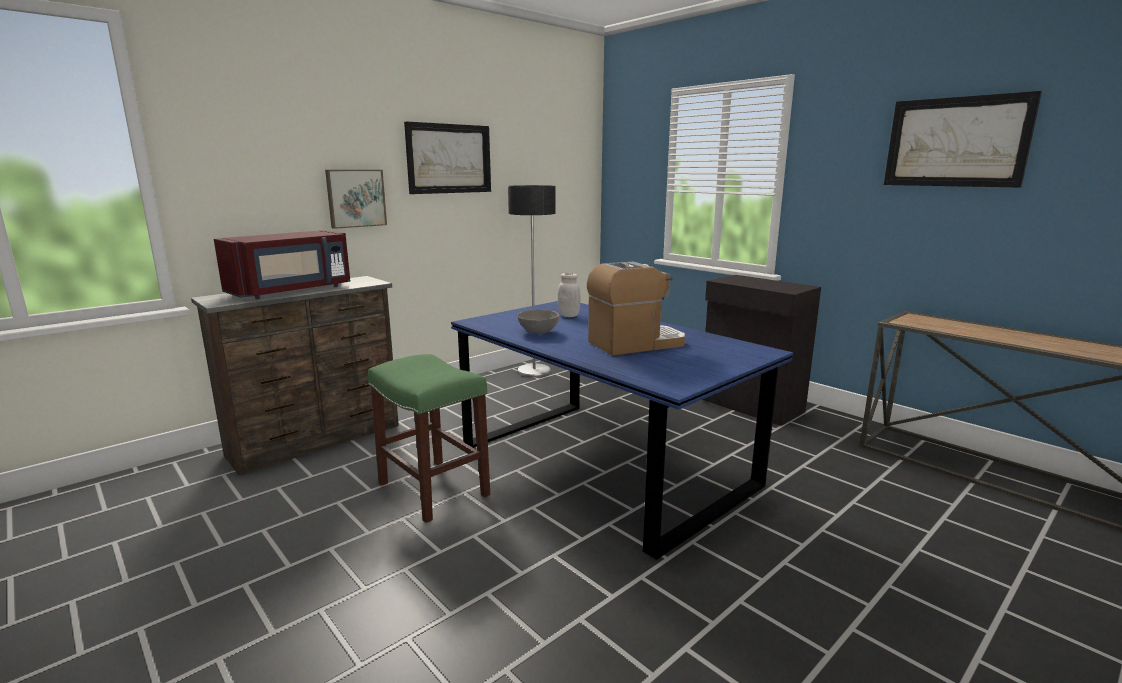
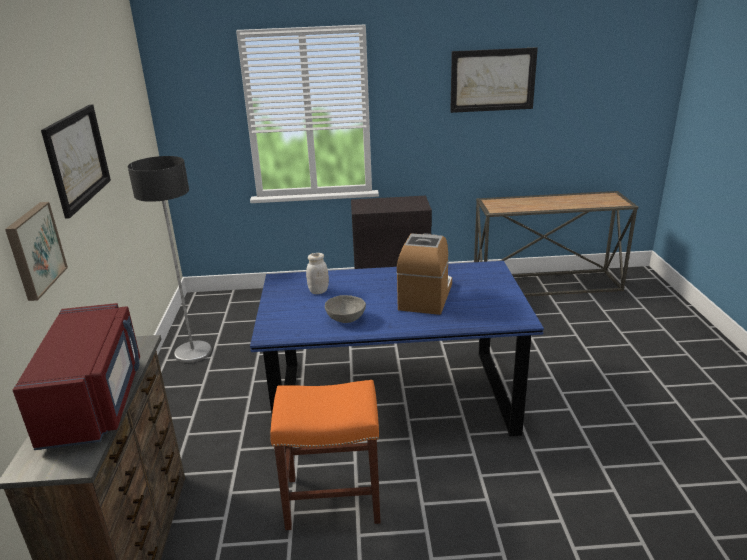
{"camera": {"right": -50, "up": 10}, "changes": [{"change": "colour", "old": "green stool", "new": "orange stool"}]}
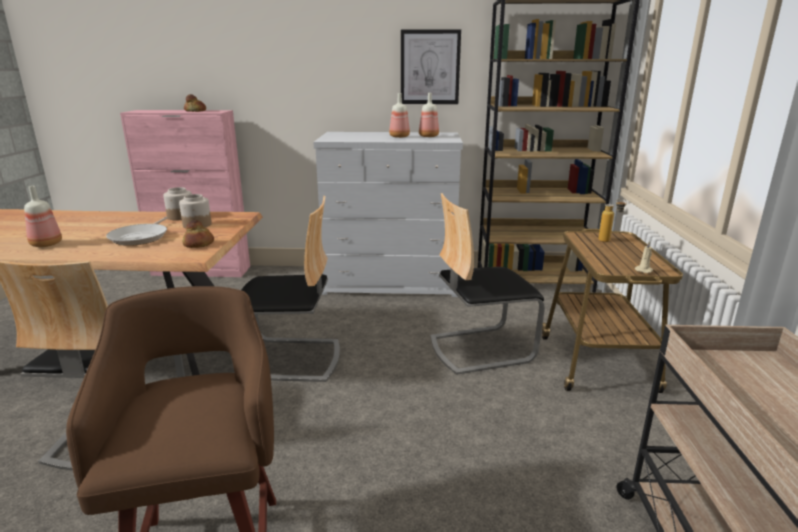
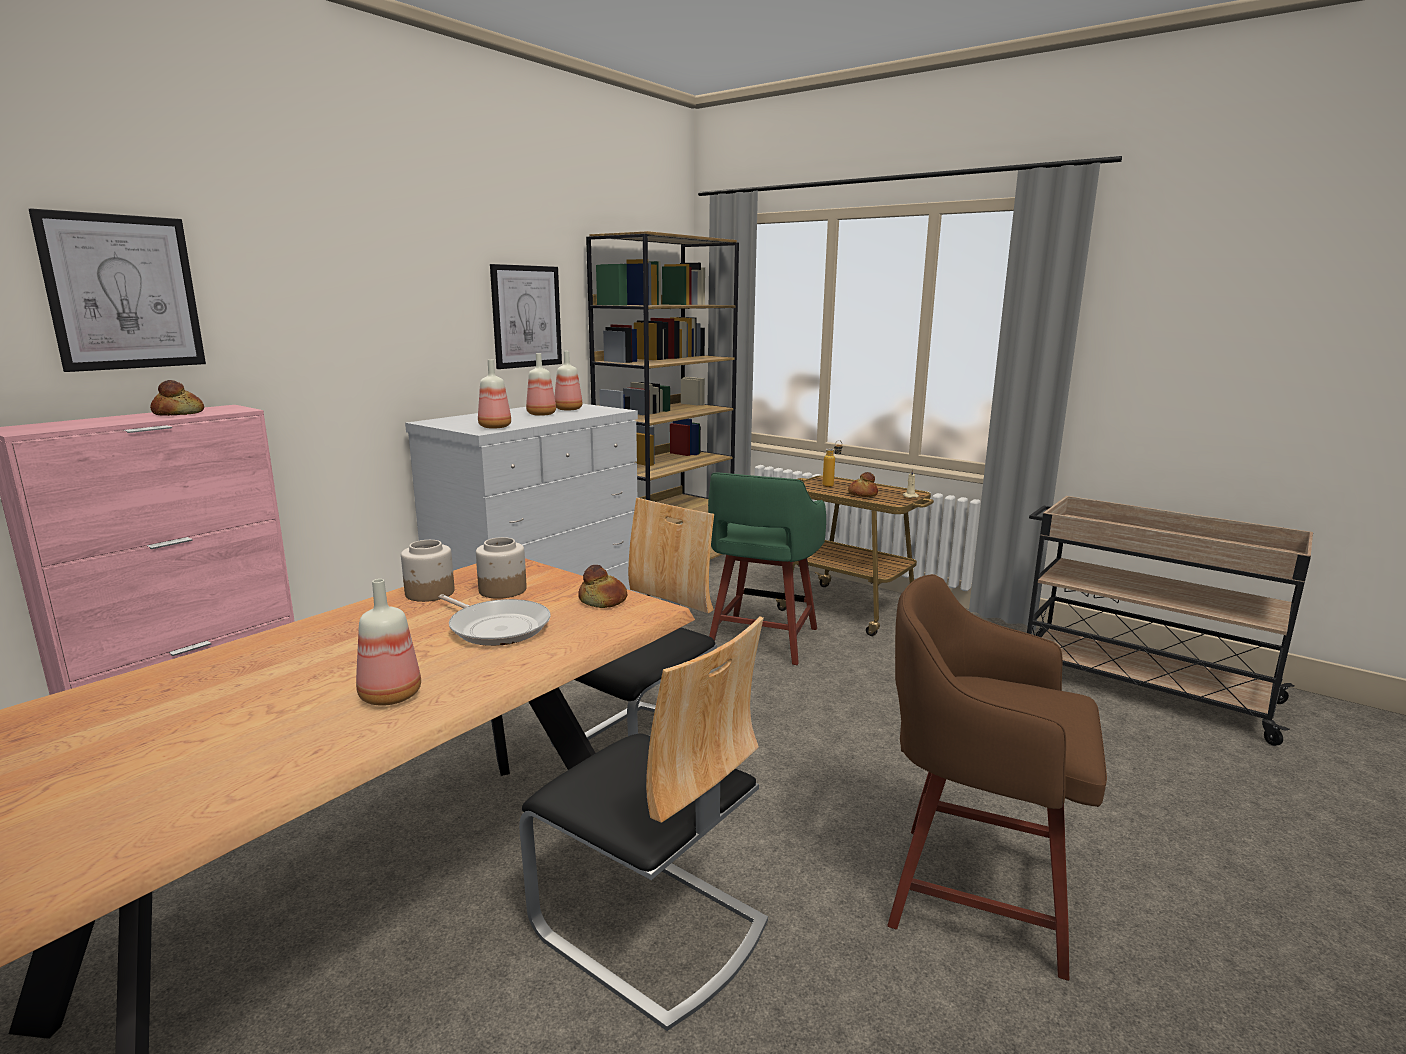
{"camera": {"right": -55, "up": -5}, "changes": [{"change": "exchanged", "old": "chair (no. 3 from left)", "new": "green stool"}, {"change": "appeared", "new": "picture (no. 1 from left)"}, {"change": "appeared", "new": "drink bottle (no. 2 from left)"}, {"change": "appeared", "new": "bakery bread (no. 3 from left)"}]}
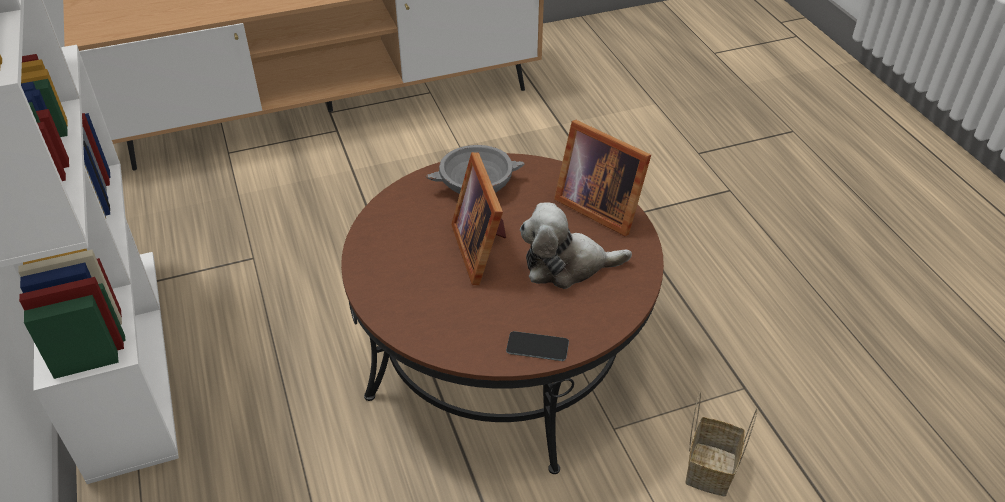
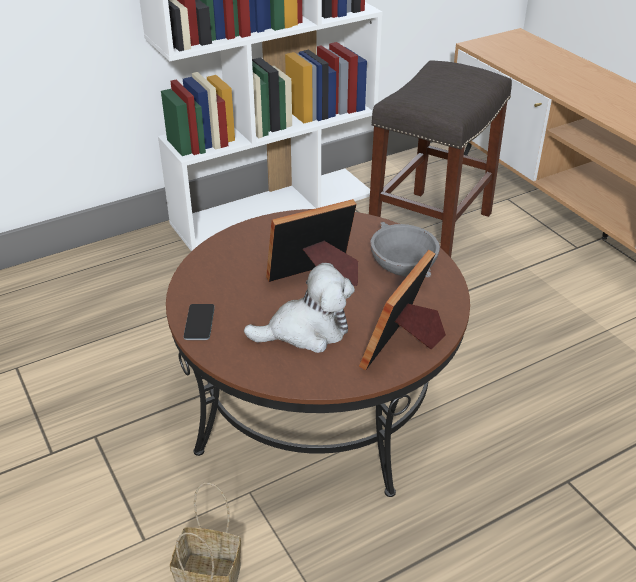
{"camera": {"right": 80, "up": -5}, "changes": [{"change": "spun", "old": "soft toy", "degrees": 90}, {"change": "appeared", "new": "grey stool"}]}
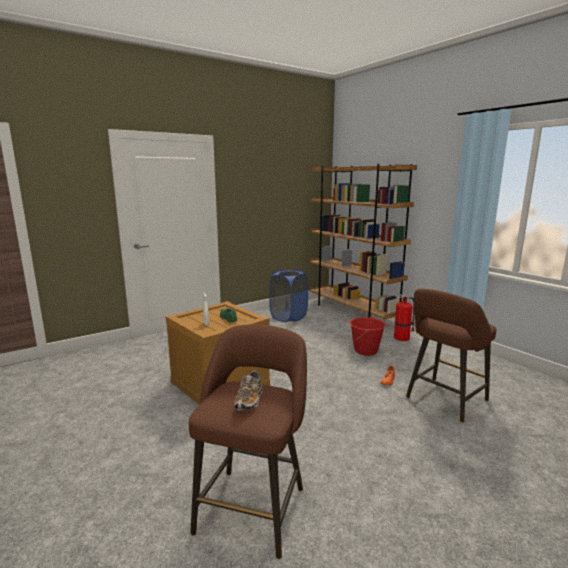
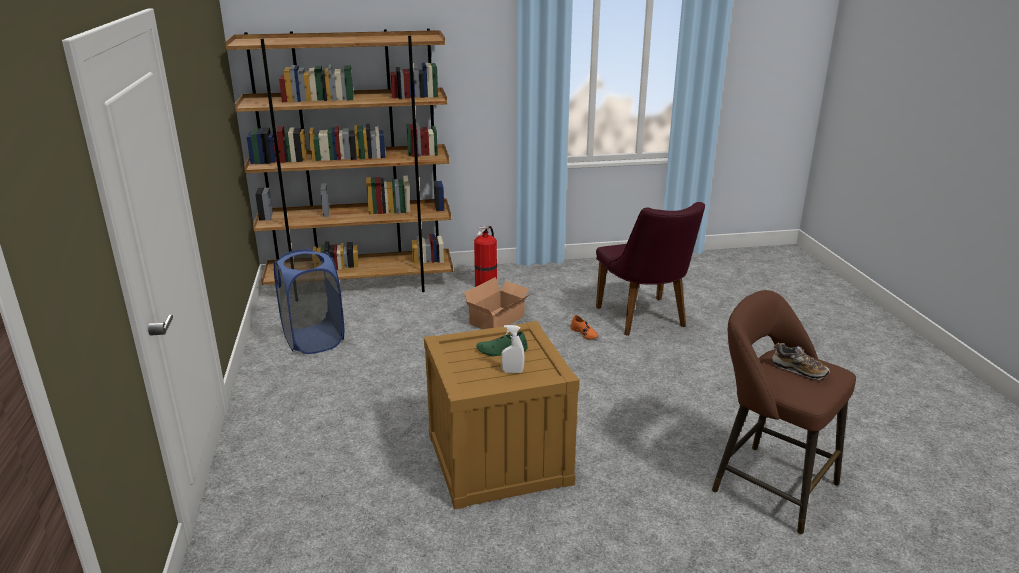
{"camera": {"right": -65, "up": 10}, "changes": [{"change": "exchanged", "old": "red-coloured water bucket", "new": "cardboard box"}, {"change": "exchanged", "old": "brownish stool (no. 2 from left)", "new": "purple chair"}]}
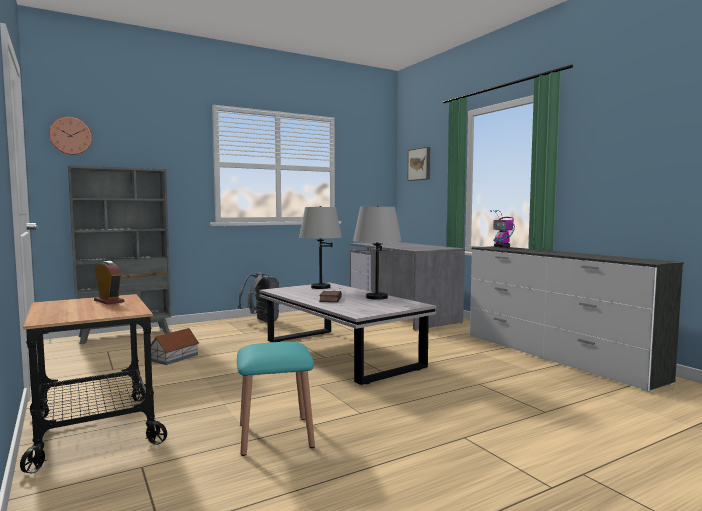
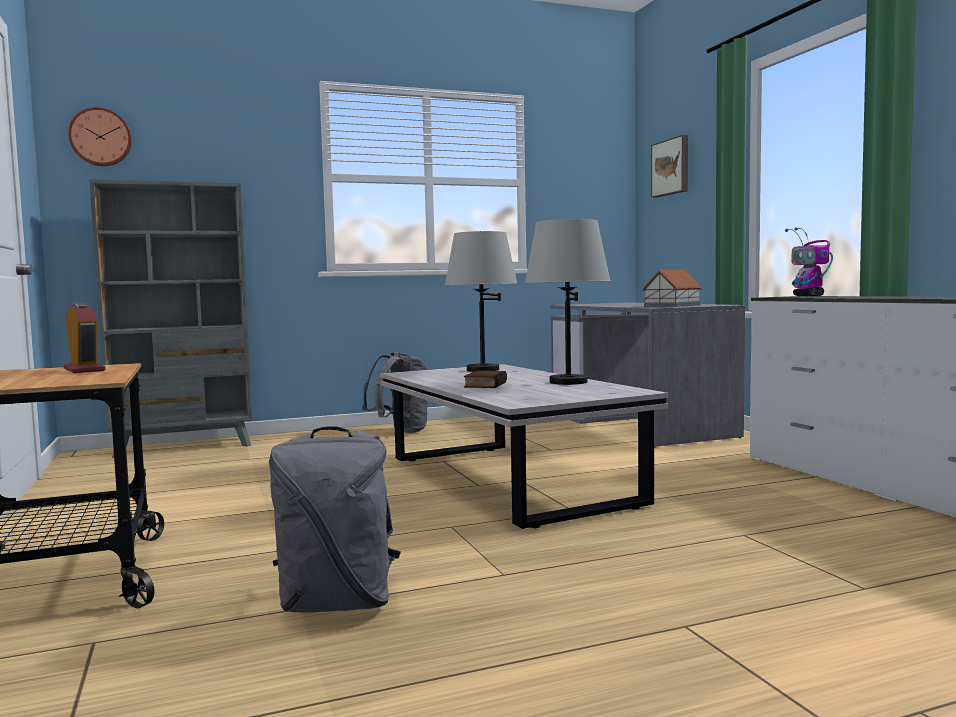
{"camera": {"right": 10, "up": 0}, "changes": [{"change": "relocated", "old": "model house"}, {"change": "exchanged", "old": "turquoise-coloured stool", "new": "grey knapsack (no. 1 from left)"}]}
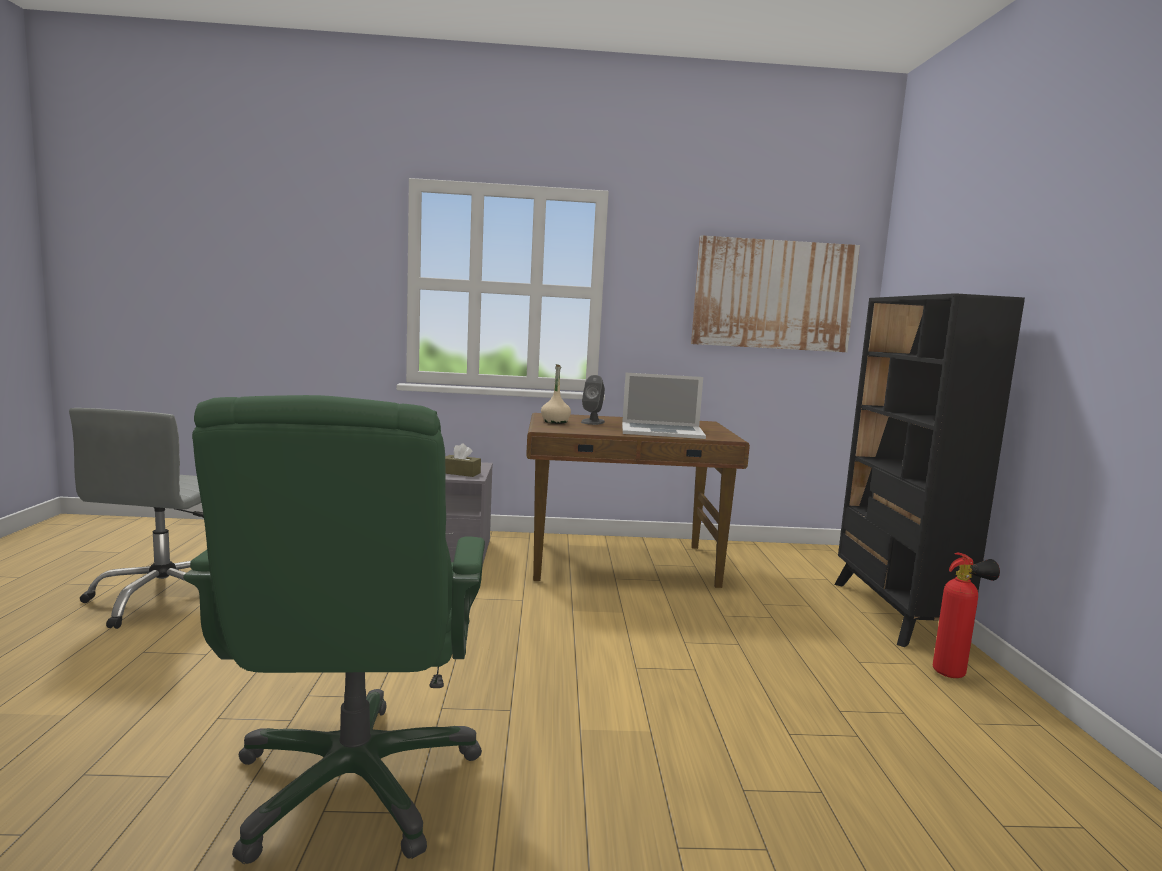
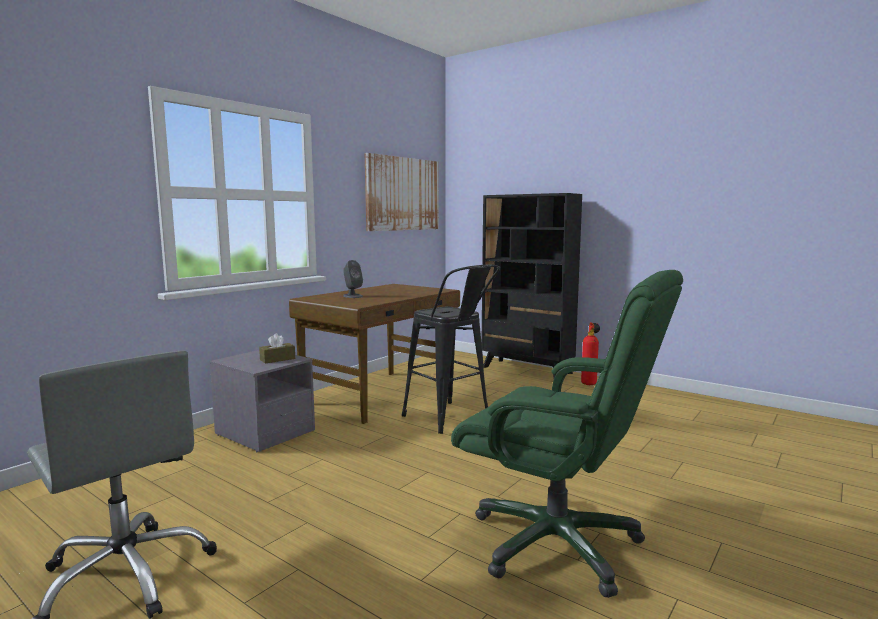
{"camera": {"right": -50, "up": 0}, "changes": [{"change": "missing", "old": "sand-coloured drink bottle"}, {"change": "missing", "old": "portable computer"}, {"change": "appeared", "new": "black-coloured stool"}]}
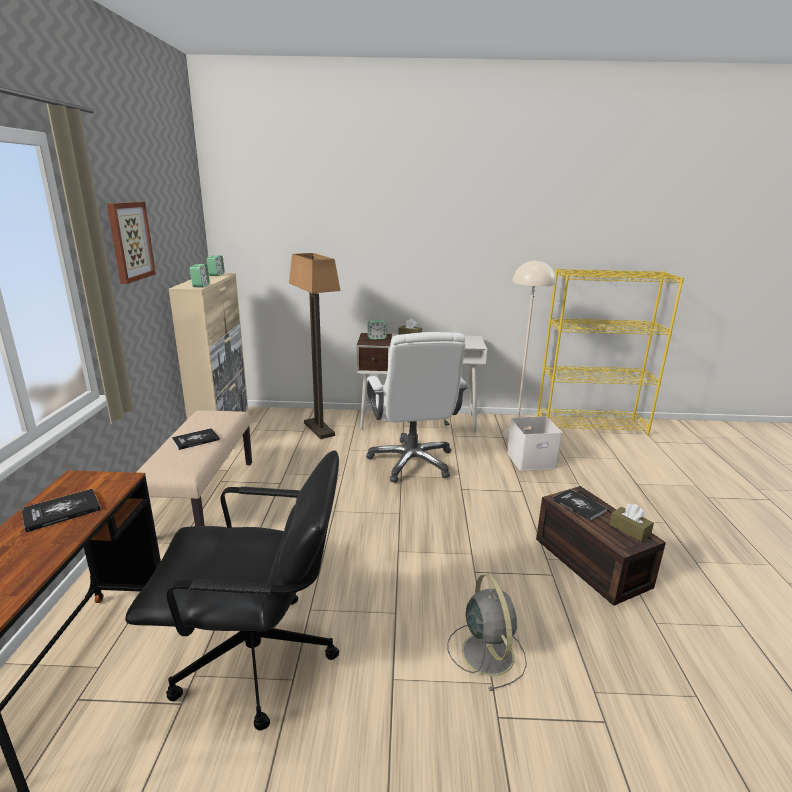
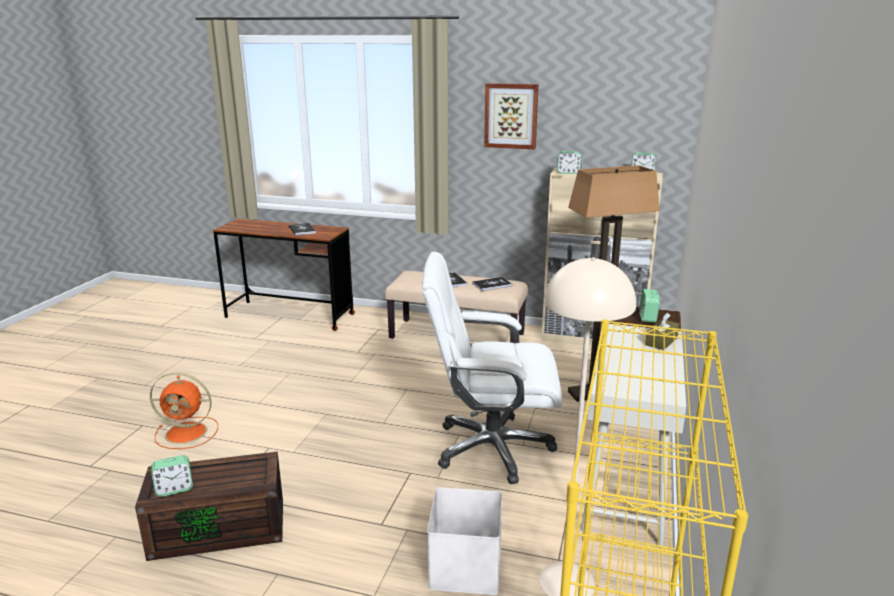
{"camera": {"right": 105, "up": 0}, "changes": [{"change": "missing", "old": "black-coloured computer chair"}, {"change": "colour", "old": "grey fan", "new": "orange fan"}, {"change": "relocated", "old": "volume (no. 3 from left)"}, {"change": "exchanged", "old": "brownish tissue holder (no. 2 from left)", "new": "alarm clock (no. 1 from left)"}]}
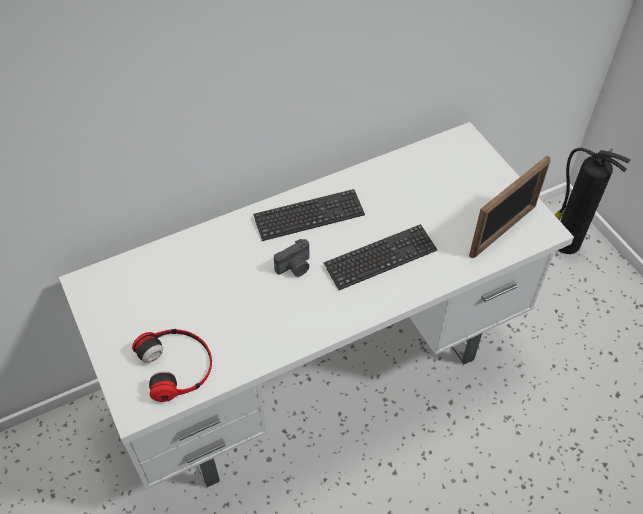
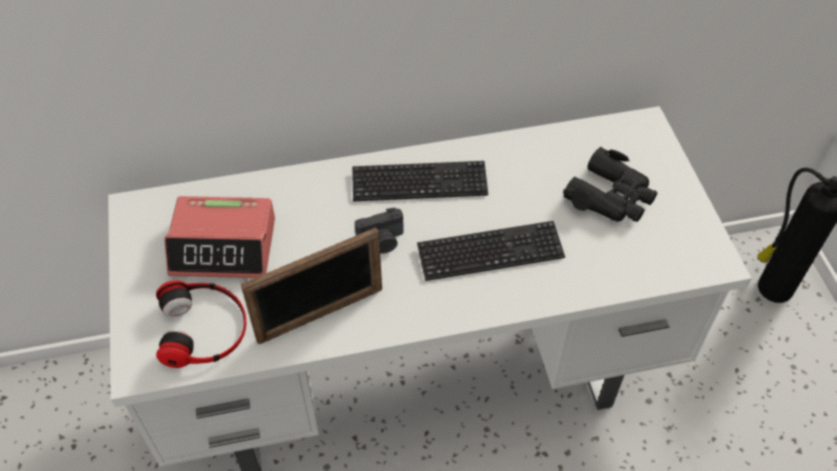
{"camera": {"right": 15, "up": 0}, "changes": [{"change": "relocated", "old": "photo frame"}, {"change": "appeared", "new": "alarm clock"}, {"change": "appeared", "new": "black-coloured pair of binoculars"}]}
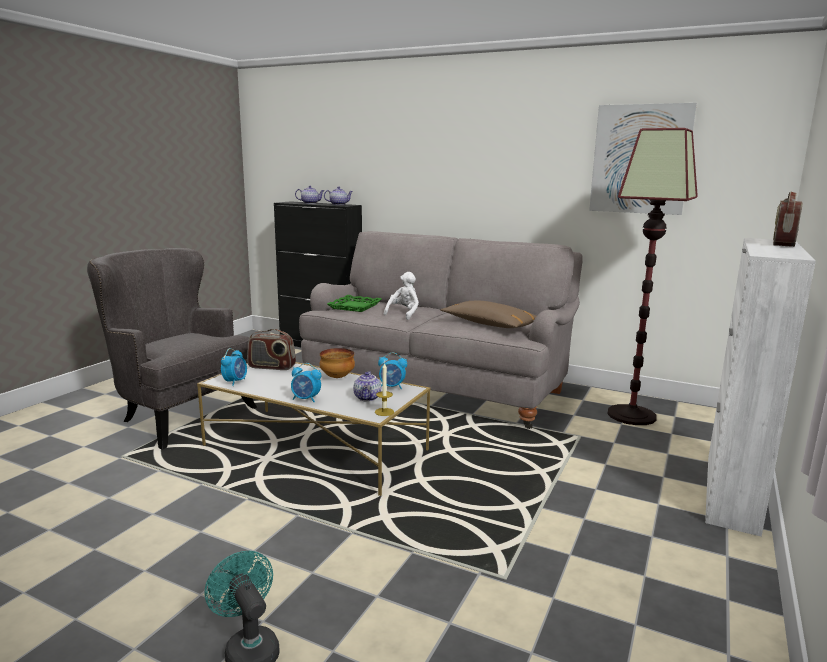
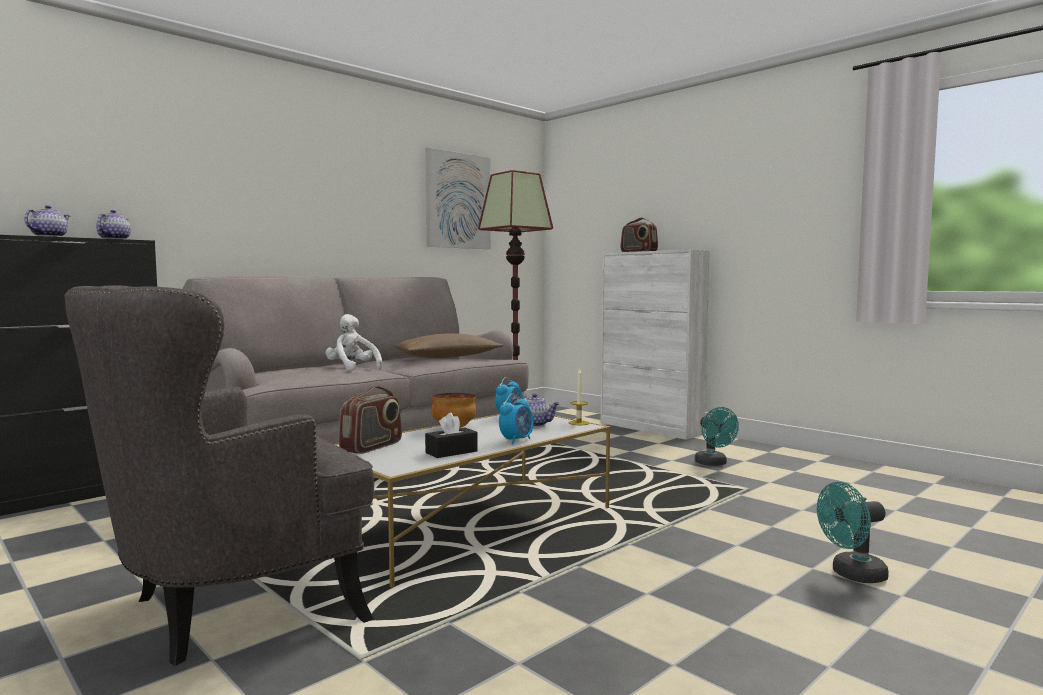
{"camera": {"right": -70, "up": -10}, "changes": [{"change": "missing", "old": "alarm clock (no. 1 from left)"}, {"change": "missing", "old": "green tray"}, {"change": "appeared", "new": "black-coloured tissue holder"}, {"change": "appeared", "new": "turquoise-coloured fan (no. 1 from left)"}]}
